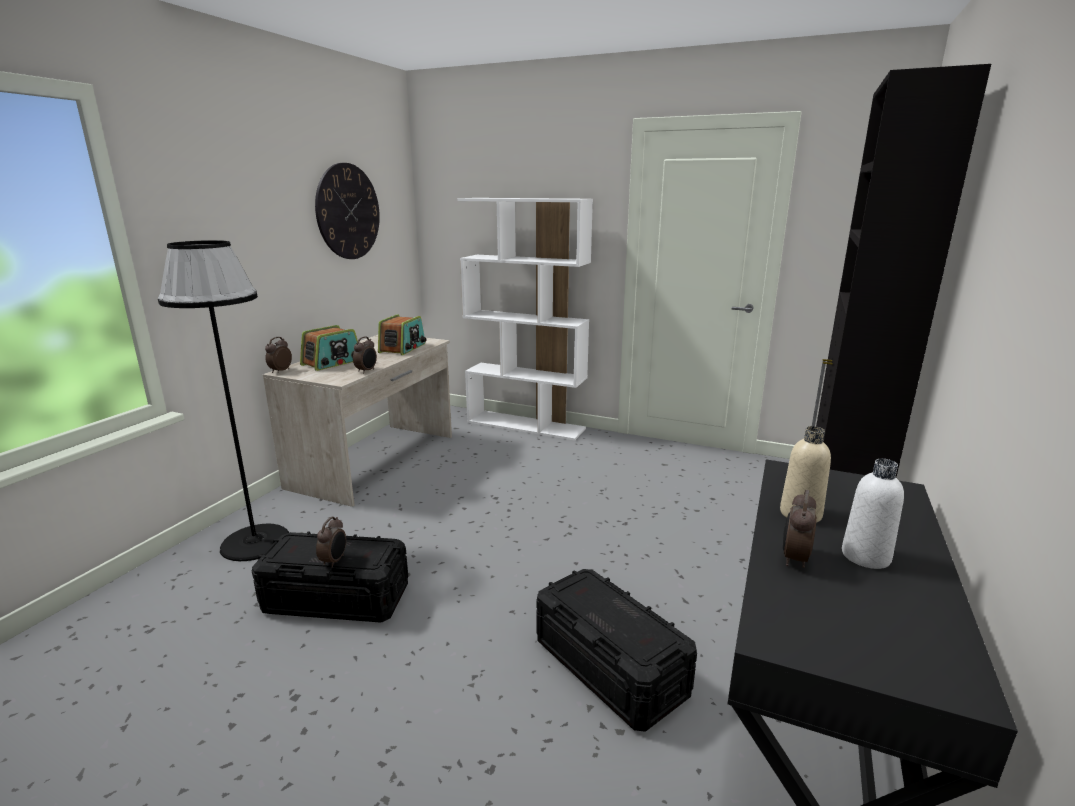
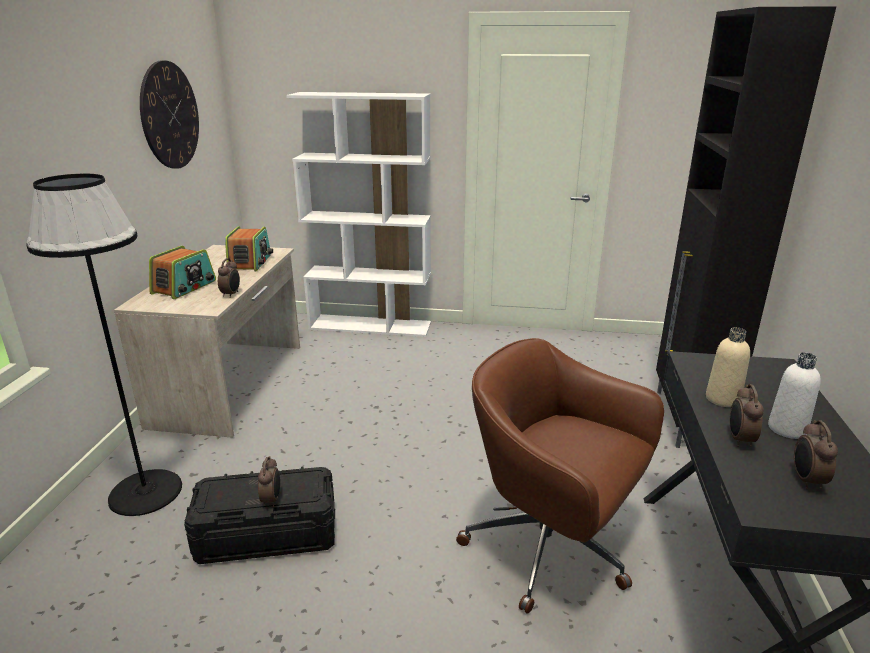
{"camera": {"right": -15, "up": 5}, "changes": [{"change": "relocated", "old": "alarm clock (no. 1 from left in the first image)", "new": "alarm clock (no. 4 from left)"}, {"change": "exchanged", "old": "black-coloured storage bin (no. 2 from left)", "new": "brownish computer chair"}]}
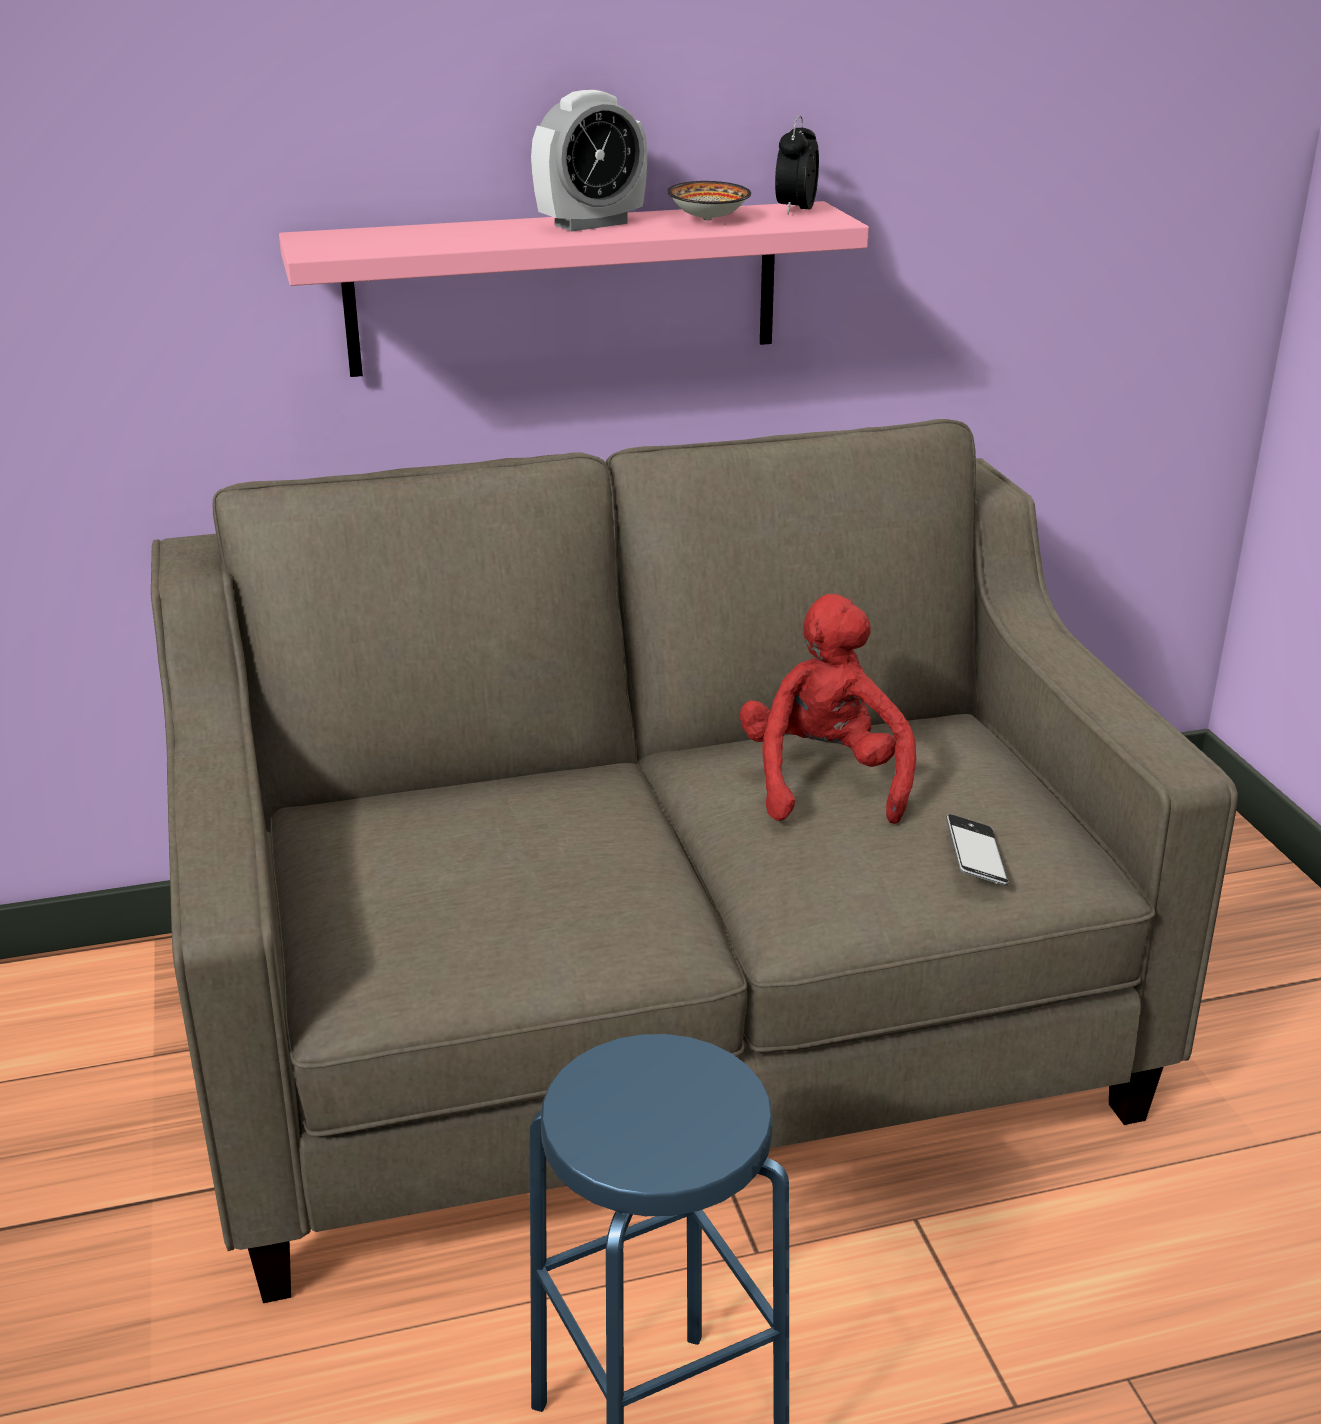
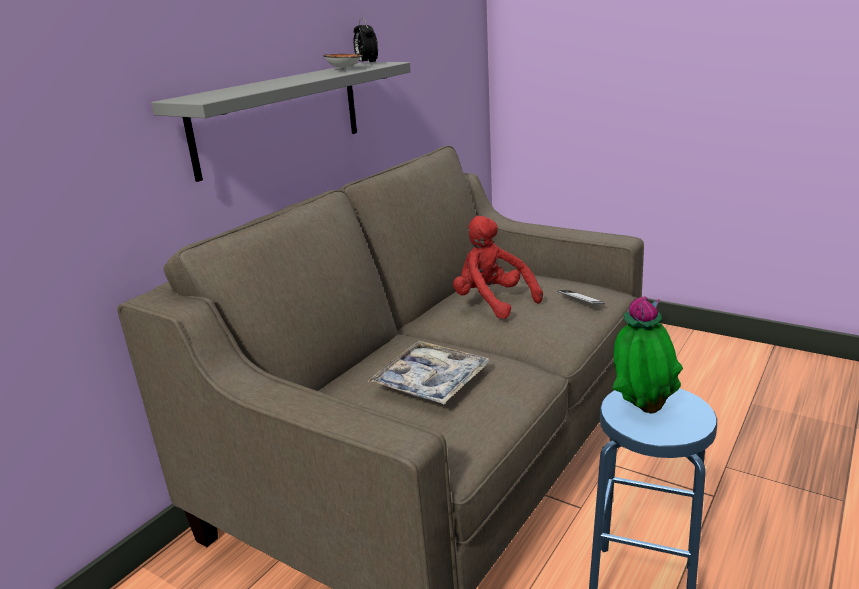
{"camera": {"right": -40, "up": -5}, "changes": [{"change": "colour", "old": "pink shelf", "new": "grey shelf"}, {"change": "missing", "old": "alarm clock (no. 1 from left)"}, {"change": "appeared", "new": "tray"}, {"change": "appeared", "new": "houseplant"}]}
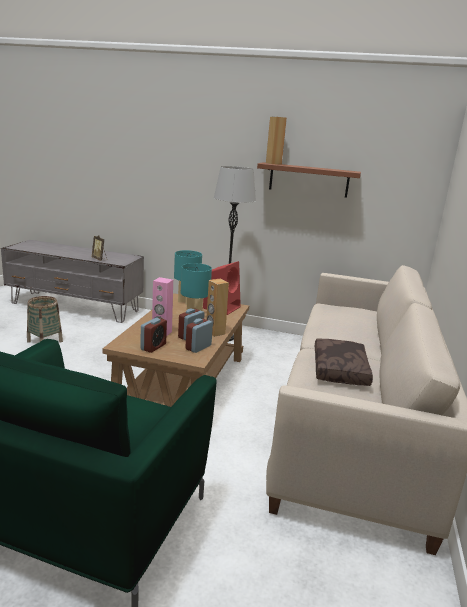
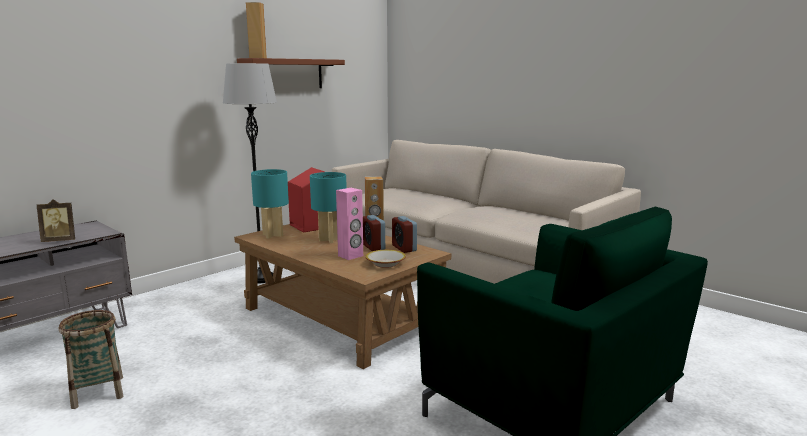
{"camera": {"right": -60, "up": -5}, "changes": [{"change": "exchanged", "old": "alarm clock (no. 1 from left)", "new": "serving bowl"}, {"change": "missing", "old": "brownish pillow"}]}
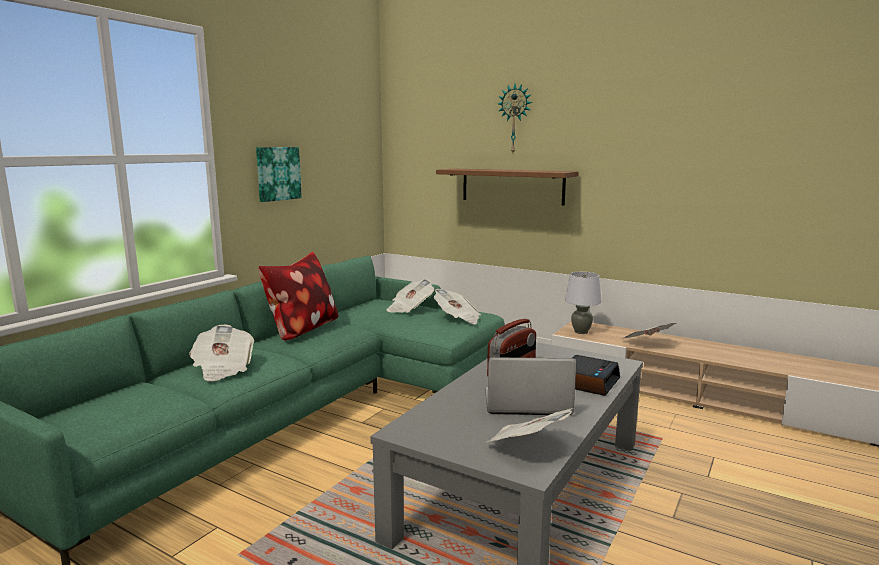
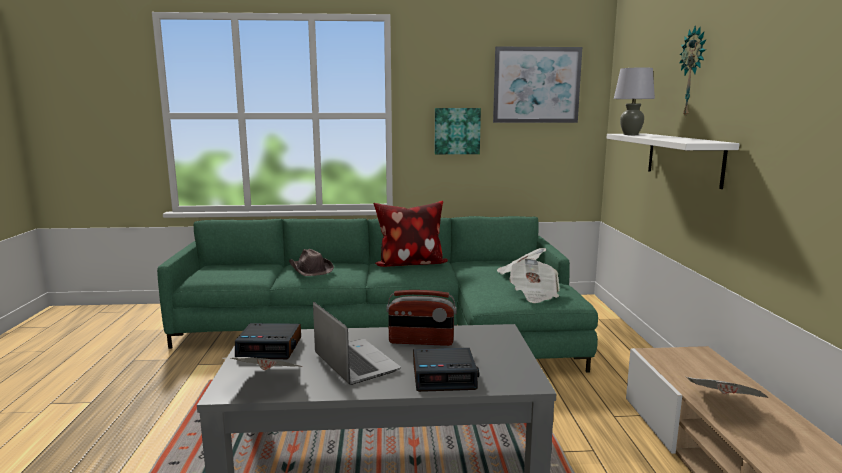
{"camera": {"right": 55, "up": 0}, "changes": [{"change": "exchanged", "old": "daily paper (no. 1 from left)", "new": "brownish clothing hat"}, {"change": "colour", "old": "brownish shelf", "new": "white shelf"}, {"change": "relocated", "old": "grey table lamp"}, {"change": "appeared", "new": "alarm clock (no. 1 from left)"}, {"change": "appeared", "new": "picture (no. 2 from left)"}]}
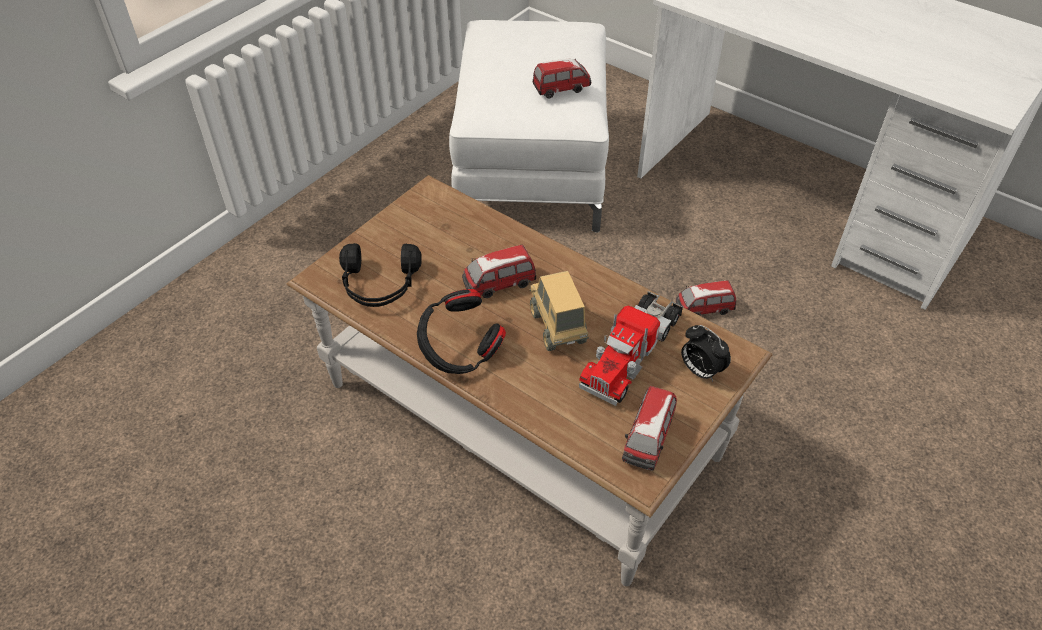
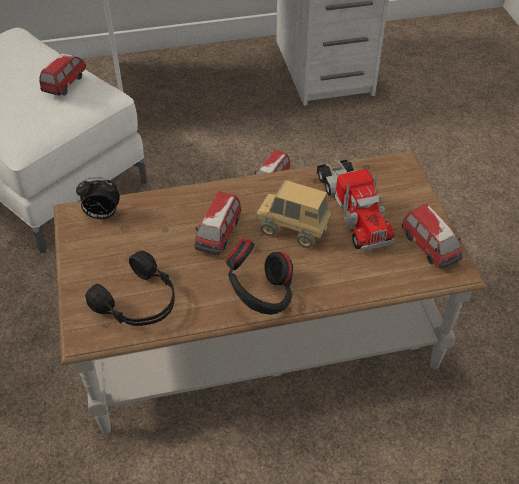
{"camera": {"right": -50, "up": 0}, "changes": [{"change": "relocated", "old": "alarm clock"}]}
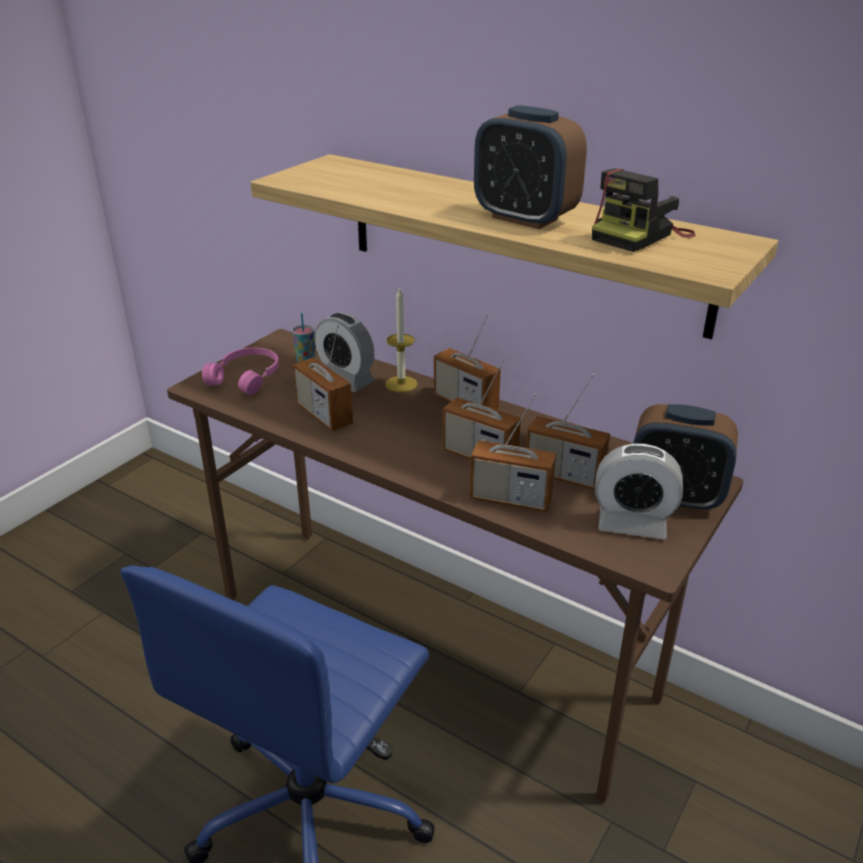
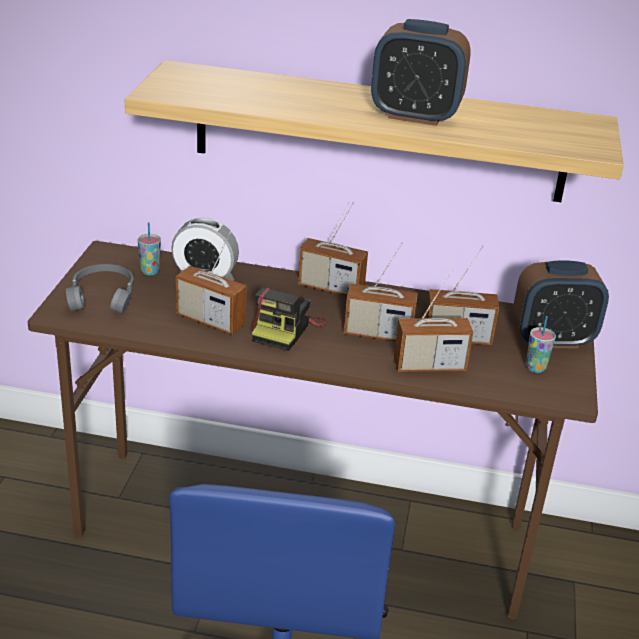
{"camera": {"right": -25, "up": 0}, "changes": [{"change": "colour", "old": "pink headset", "new": "grey headset"}, {"change": "missing", "old": "wax light"}, {"change": "relocated", "old": "still camera"}, {"change": "exchanged", "old": "alarm clock (no. 3 from left)", "new": "small cup (no. 2 from left)"}]}
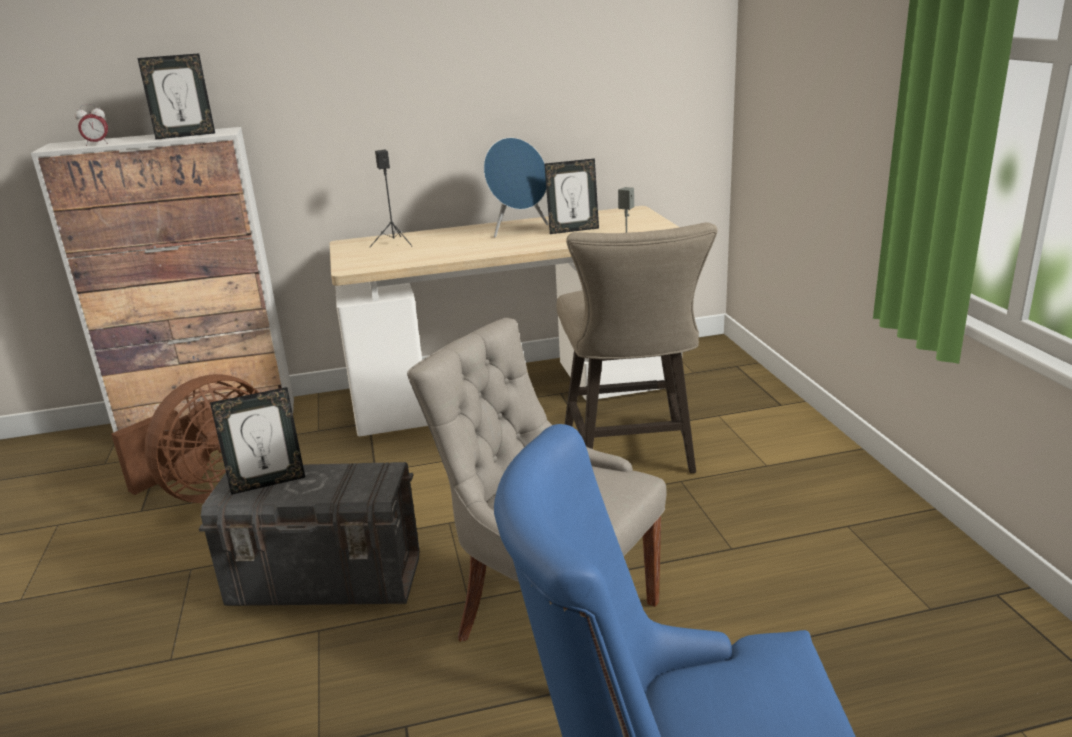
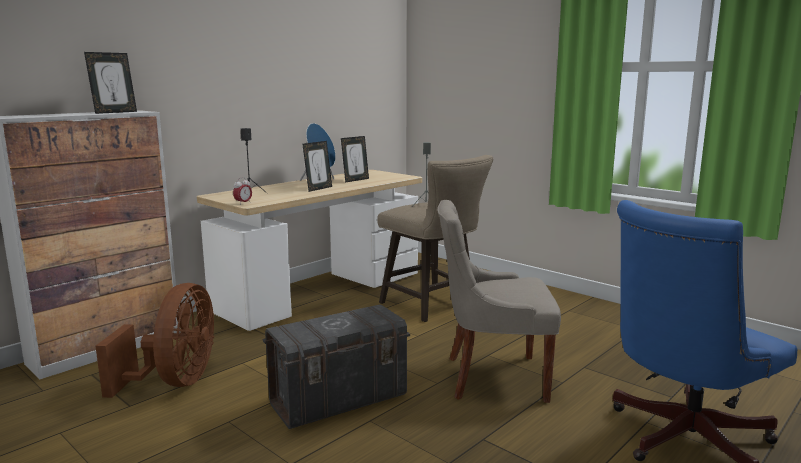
{"camera": {"right": -35, "up": -10}, "changes": [{"change": "relocated", "old": "alarm clock"}, {"change": "relocated", "old": "photo frame (no. 2 from left)"}]}
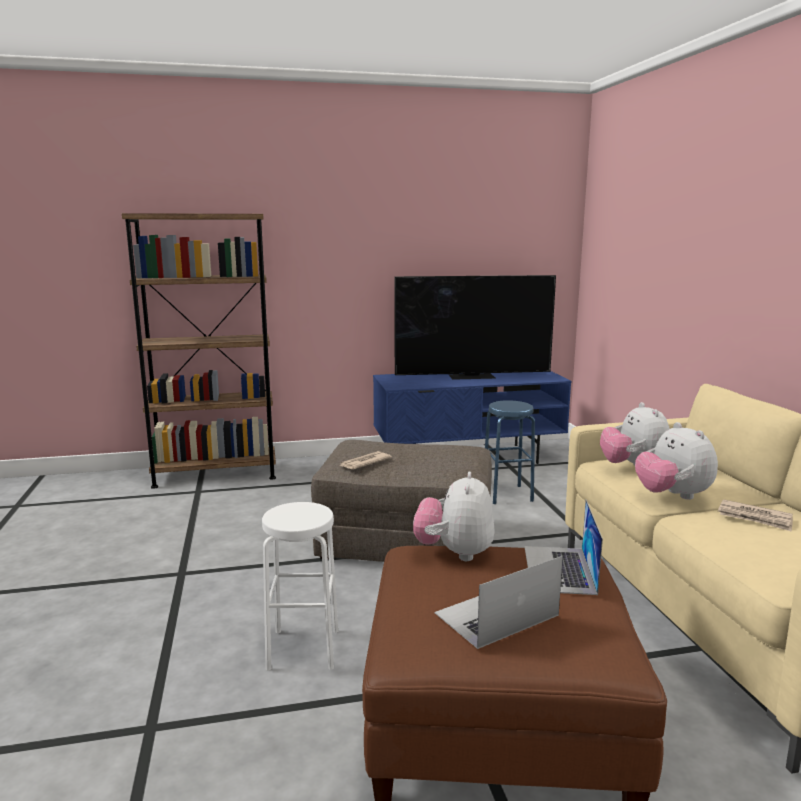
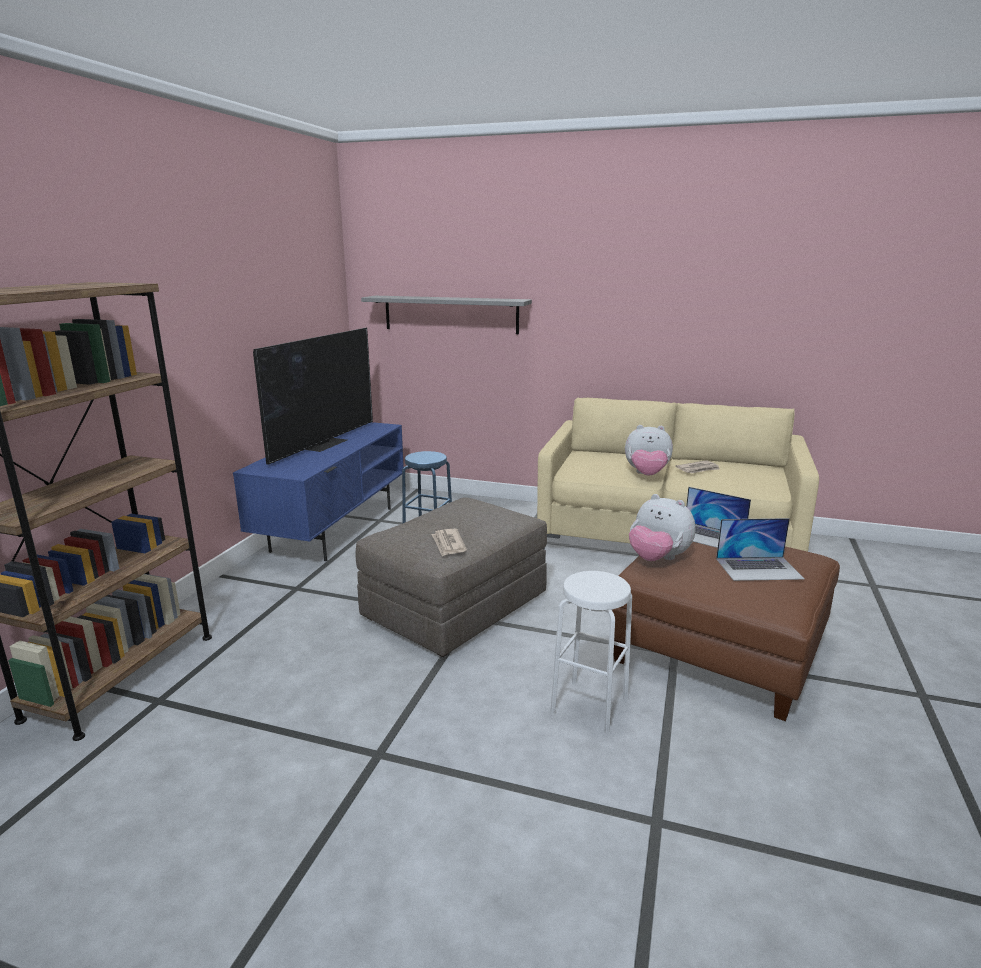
{"camera": {"right": -60, "up": 5}, "changes": [{"change": "spun", "old": "portable computer (no. 1 from left in the first image)", "degrees": -90}, {"change": "missing", "old": "soft toy (no. 2 from left)"}, {"change": "appeared", "new": "grey shelf"}]}
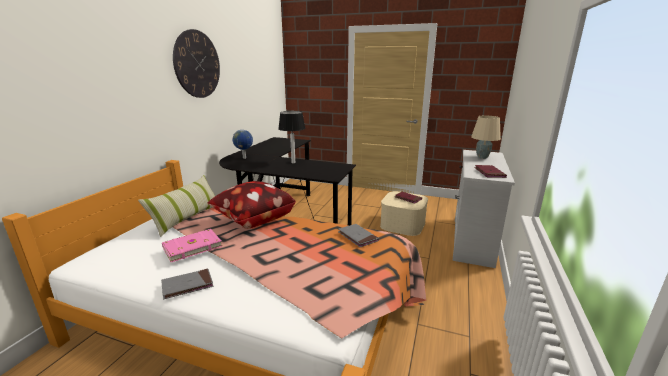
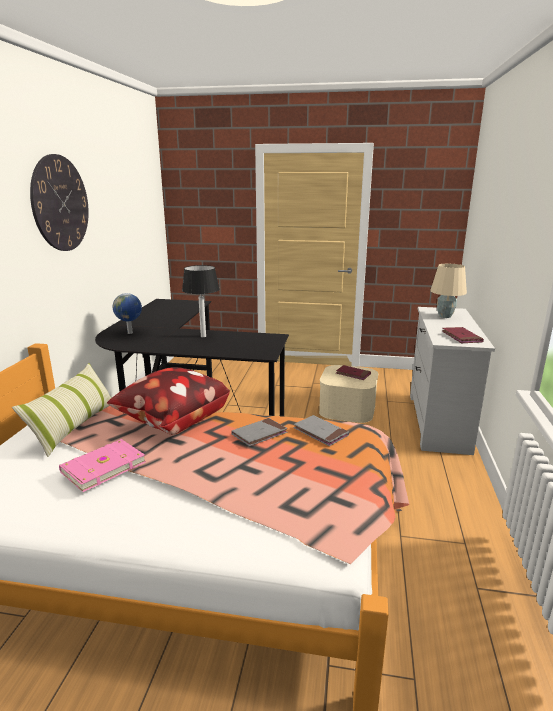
{"camera": {"right": -10, "up": 0}, "changes": [{"change": "relocated", "old": "grey volume (no. 1 from left)"}]}
